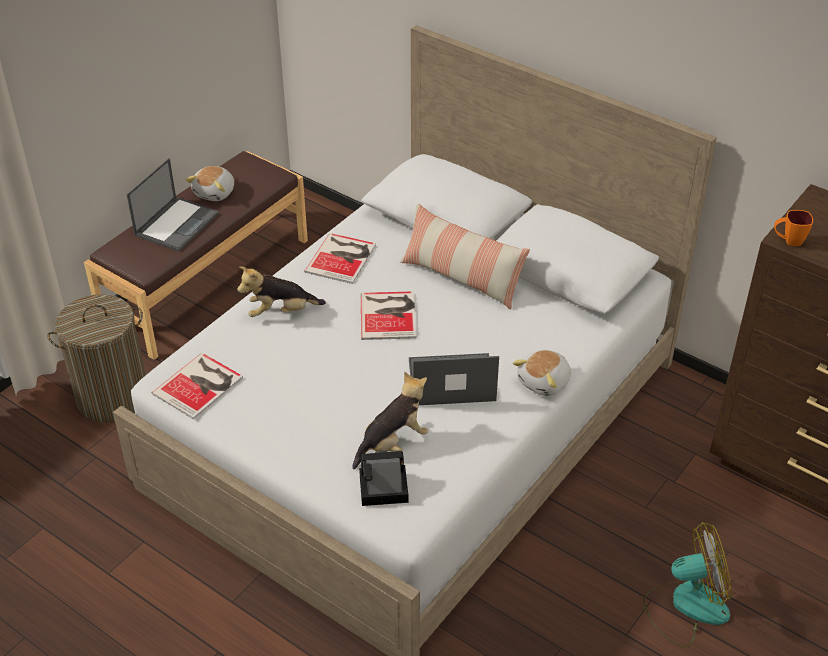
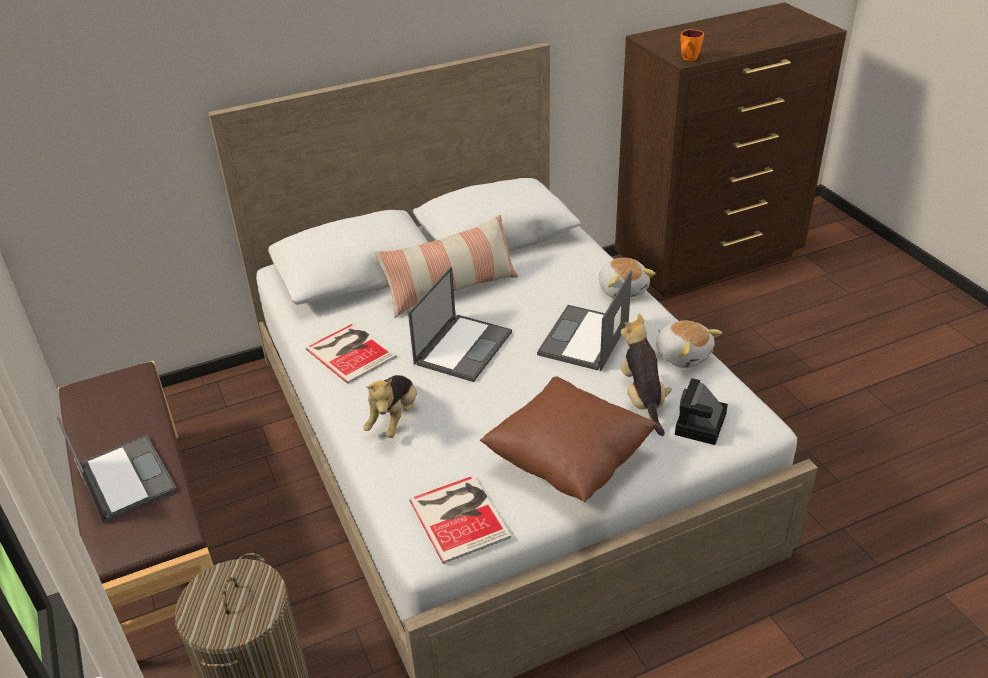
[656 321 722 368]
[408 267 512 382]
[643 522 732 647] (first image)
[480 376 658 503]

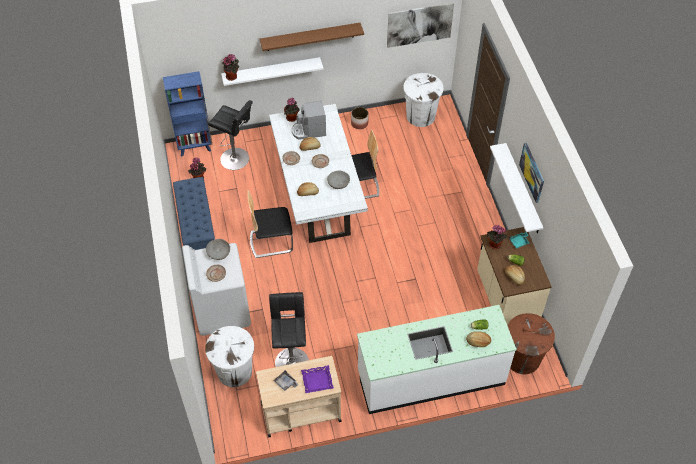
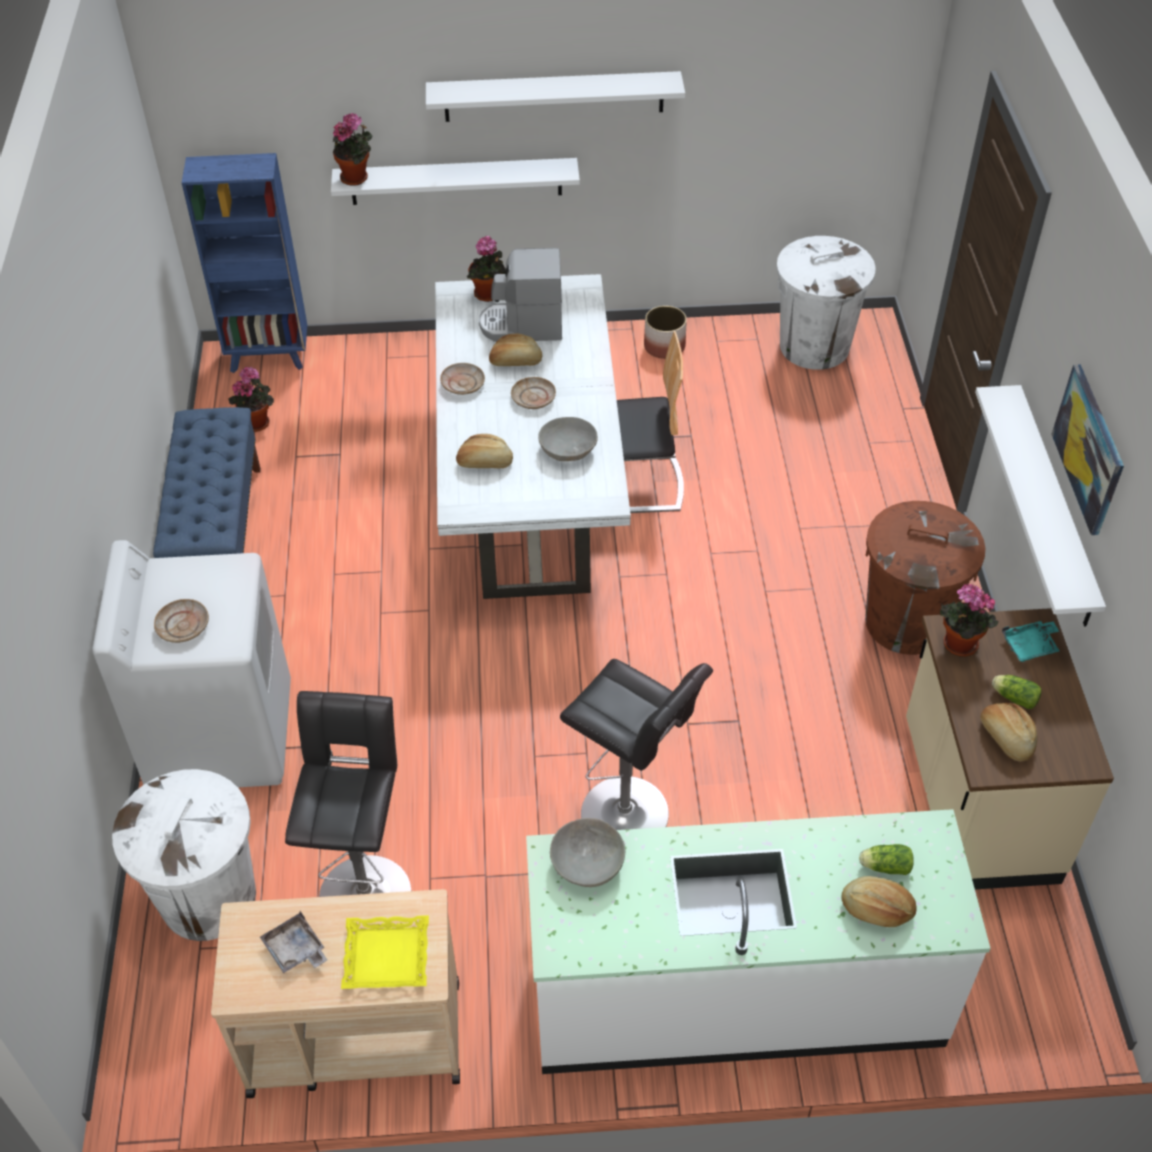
[550 818 625 887]
[560 659 713 830]
[247 190 293 258] (first image)
[426 71 685 122]
[341 915 429 989]
[387 3 454 48] (first image)
[865 501 985 655]

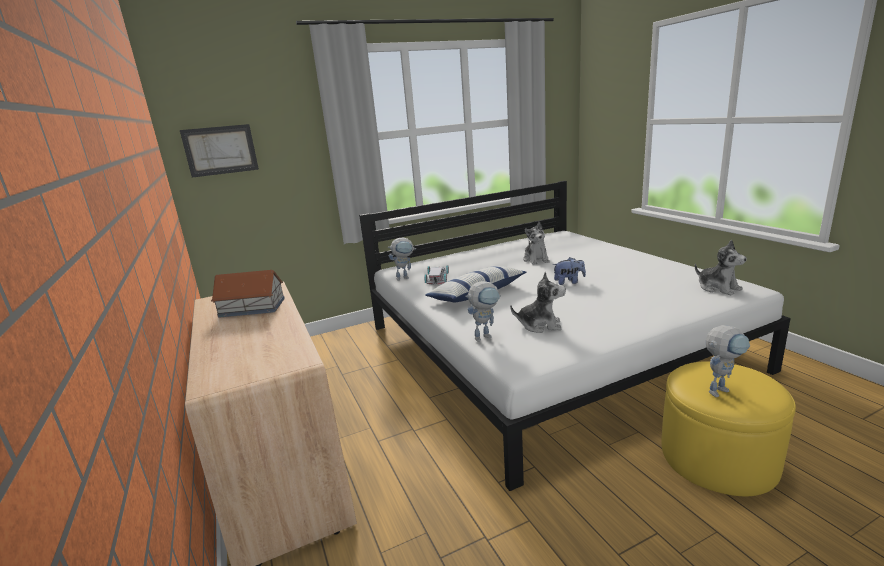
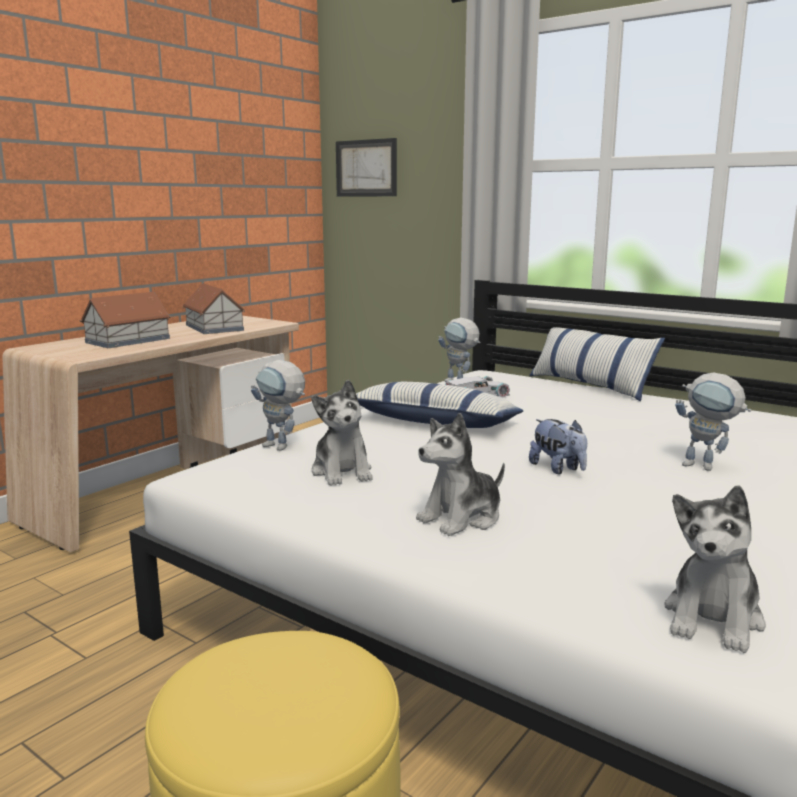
[416 413 505 536]
[675 372 751 471]
[80 292 170 348]
[529 327 665 401]

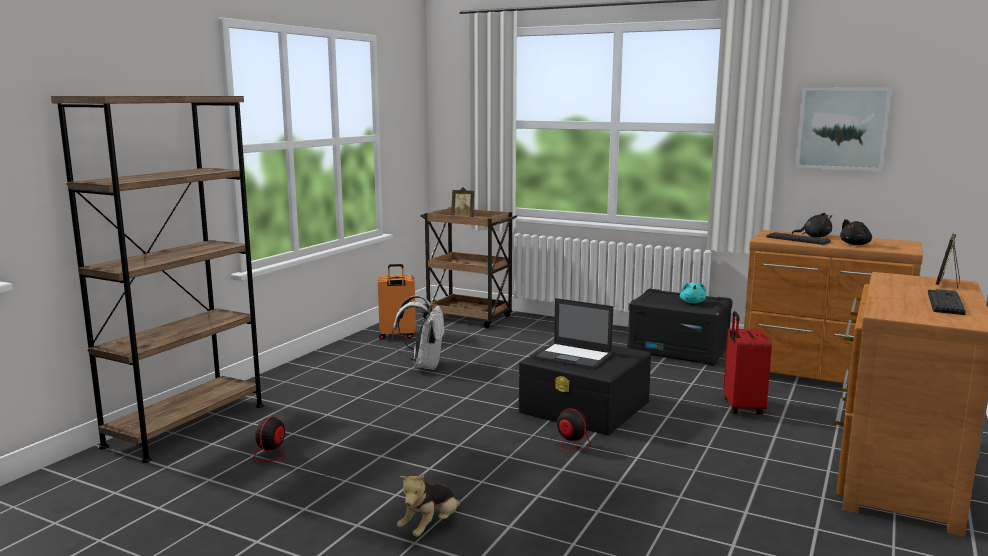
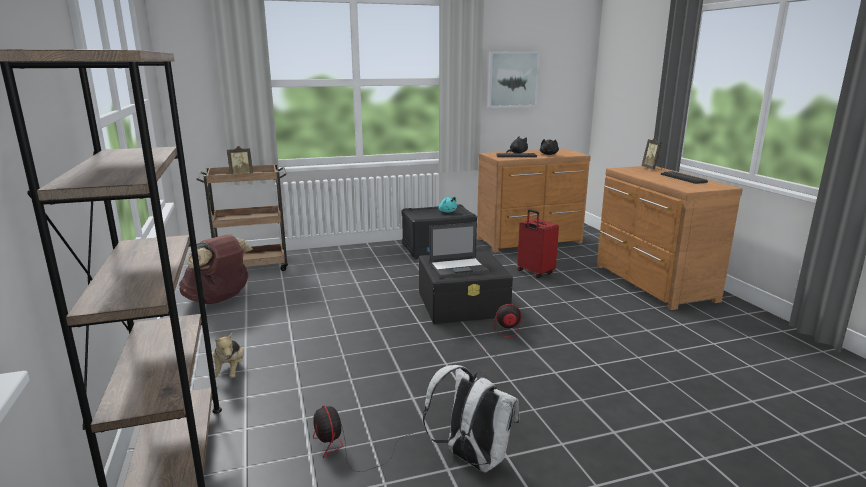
[179 234 253 304]
[423 365 520 472]
[213 333 244 378]

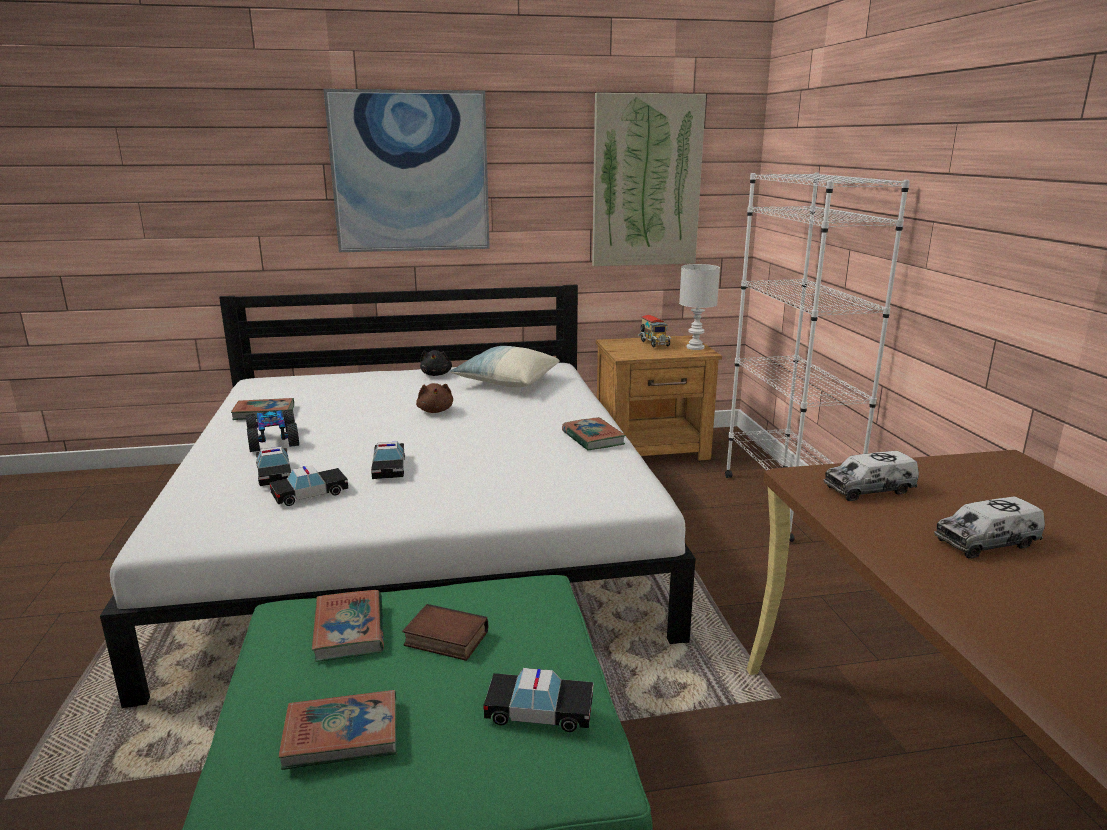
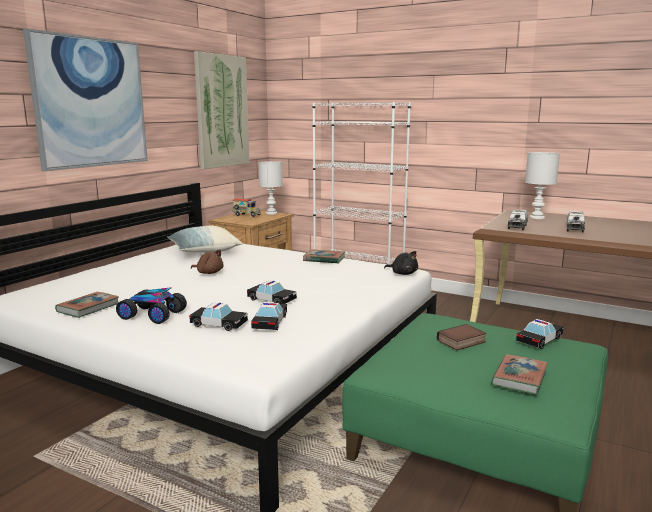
[312 590 384 662] (first image)
[384 251 418 275]
[525 152 560 219]

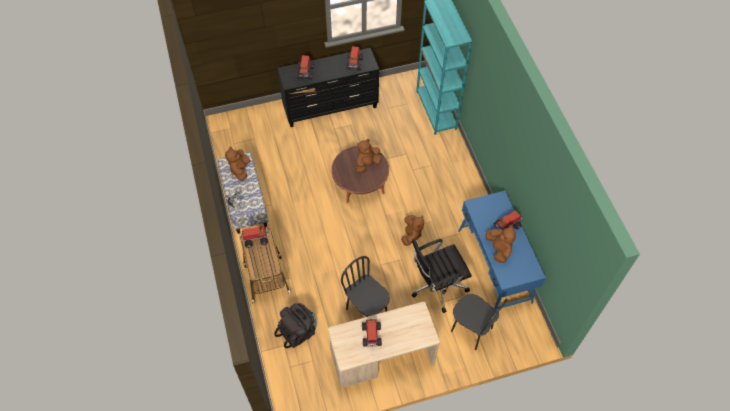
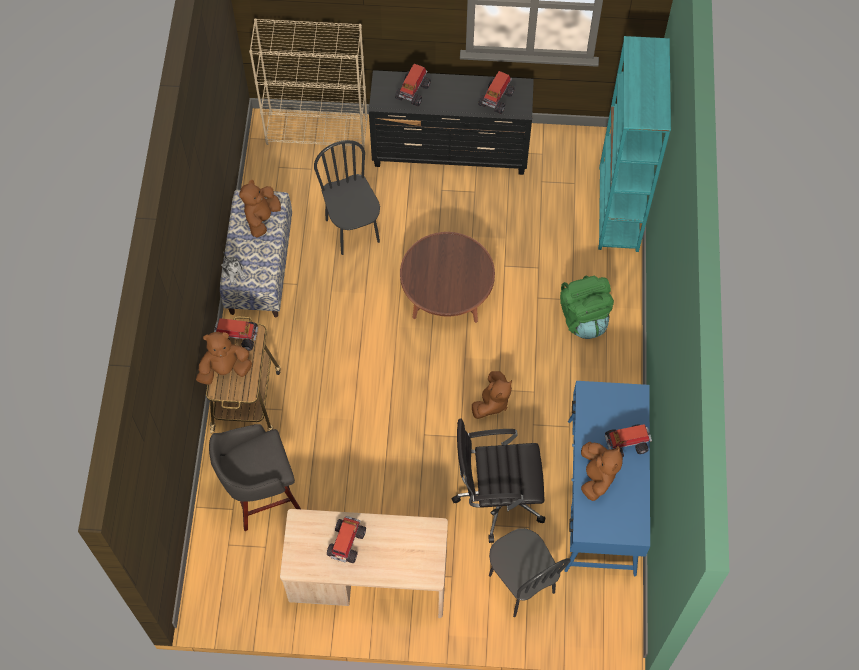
[209 424 301 531]
[314 140 380 255]
[196 332 252 385]
[249 18 368 150]
[560 276 614 339]

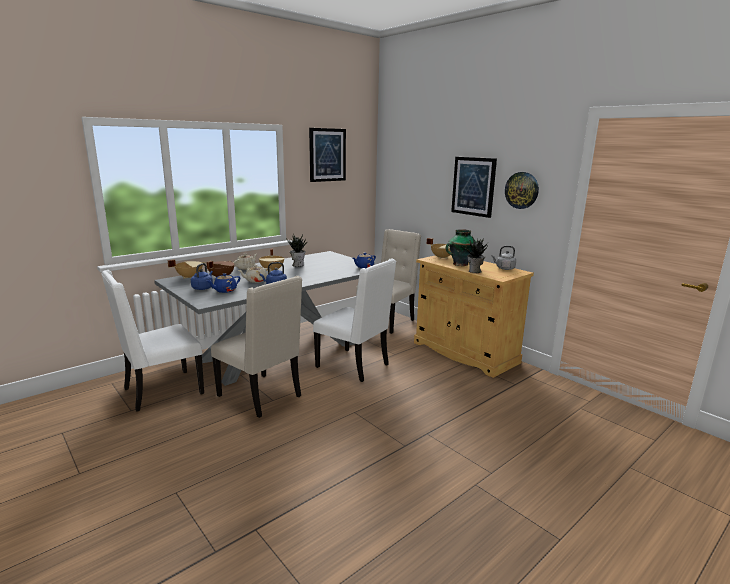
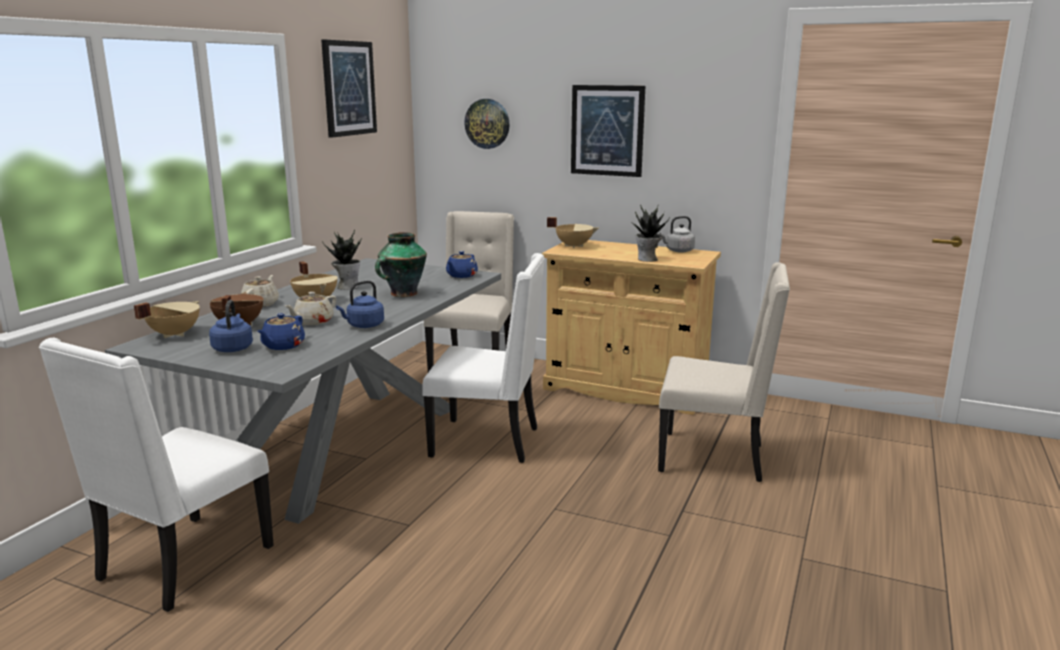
[658 262 790 482]
[375 232 427 297]
[464 99 510 149]

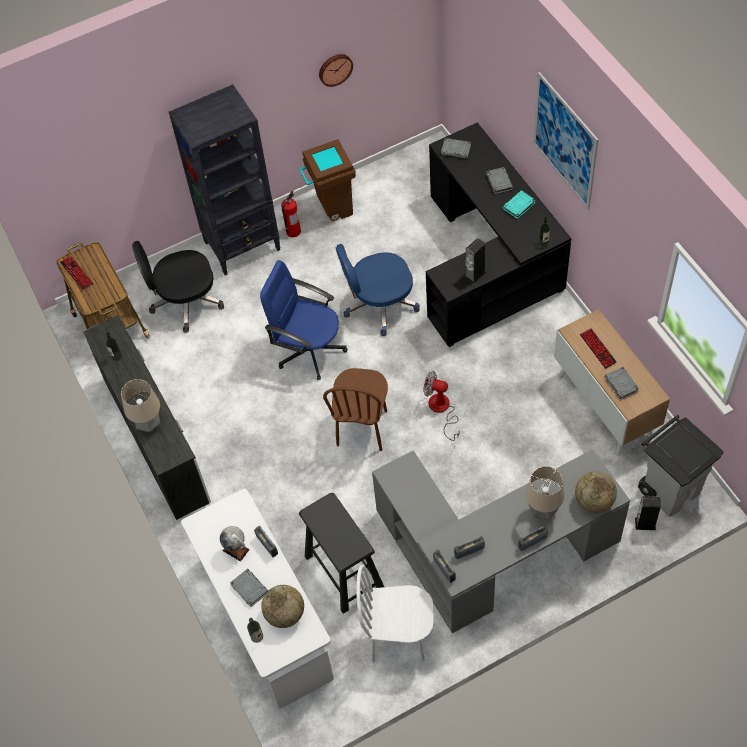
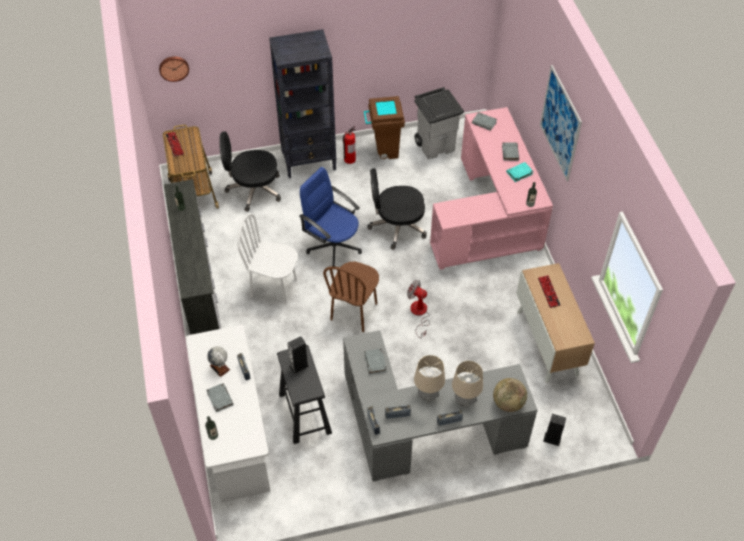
[414 355 445 401]
[261 585 304 628] (first image)
[159 56 189 82]
[367 168 427 250]
[237 213 298 305]
[430 107 553 270]
[288 336 309 374]
[364 348 387 374]
[414 87 464 159]

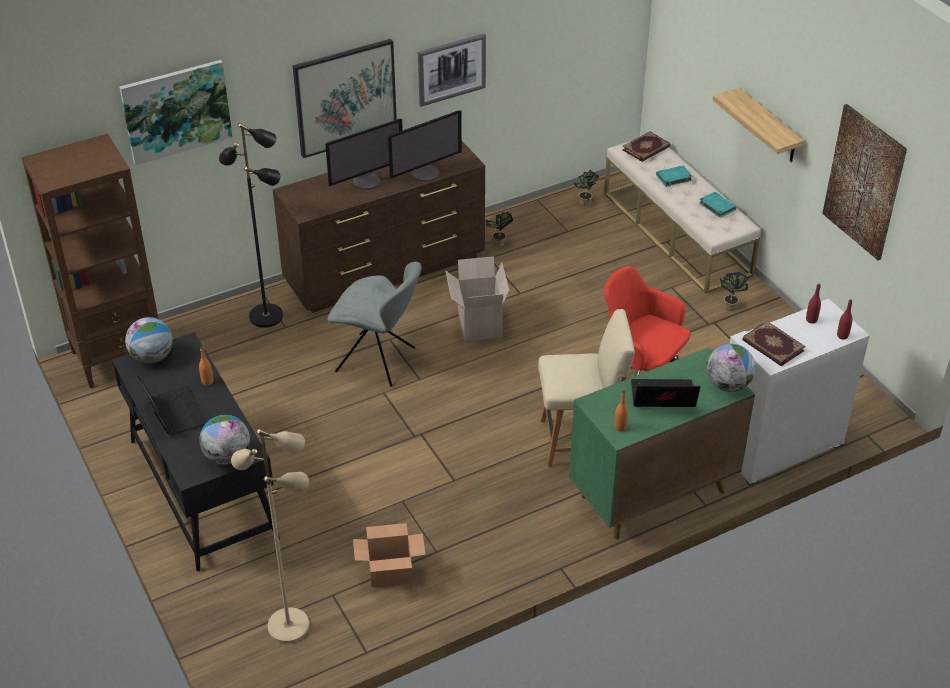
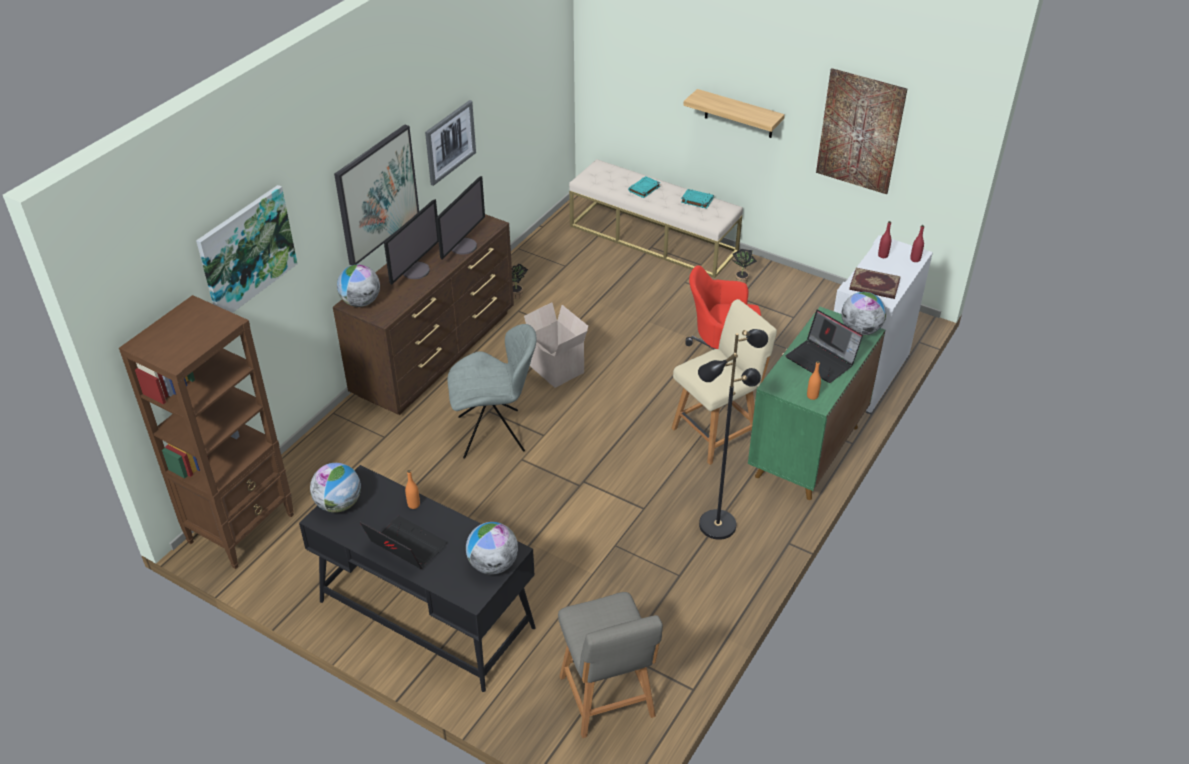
[698 329 768 540]
[558 592 663 738]
[353 523 426 587] (first image)
[573 170 600 206] (first image)
[622 131 670 162] (first image)
[786 310 863 383]
[337 264 380 307]

